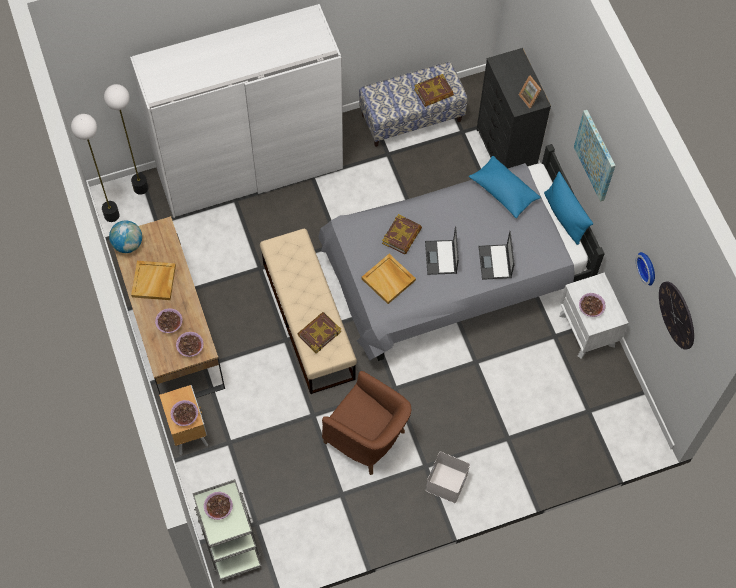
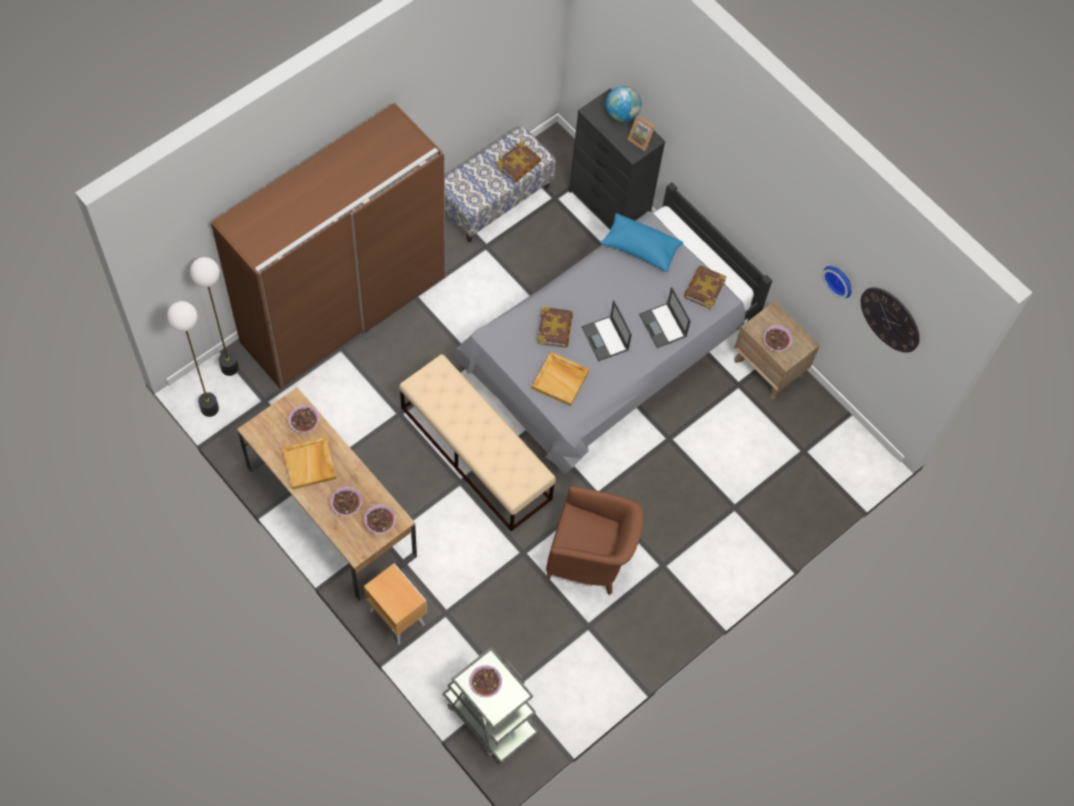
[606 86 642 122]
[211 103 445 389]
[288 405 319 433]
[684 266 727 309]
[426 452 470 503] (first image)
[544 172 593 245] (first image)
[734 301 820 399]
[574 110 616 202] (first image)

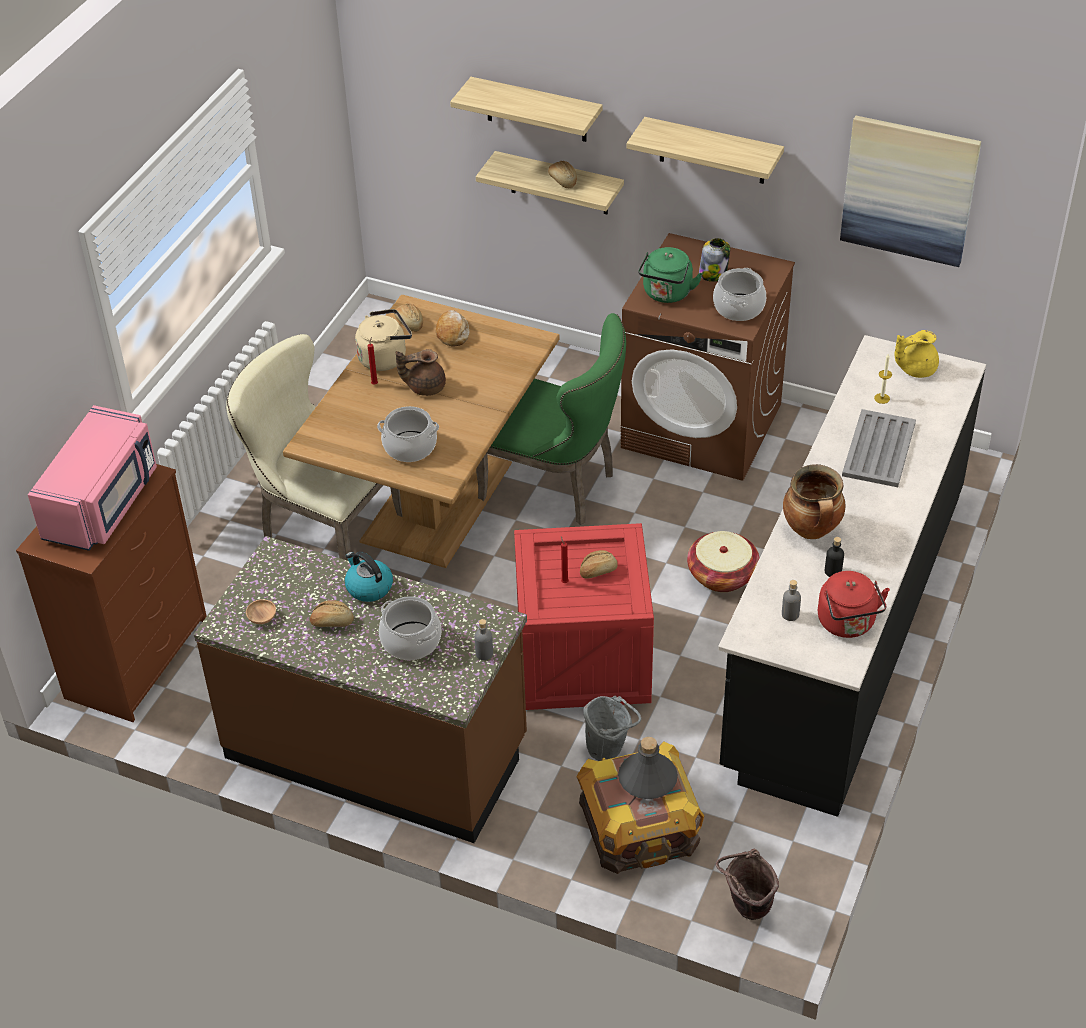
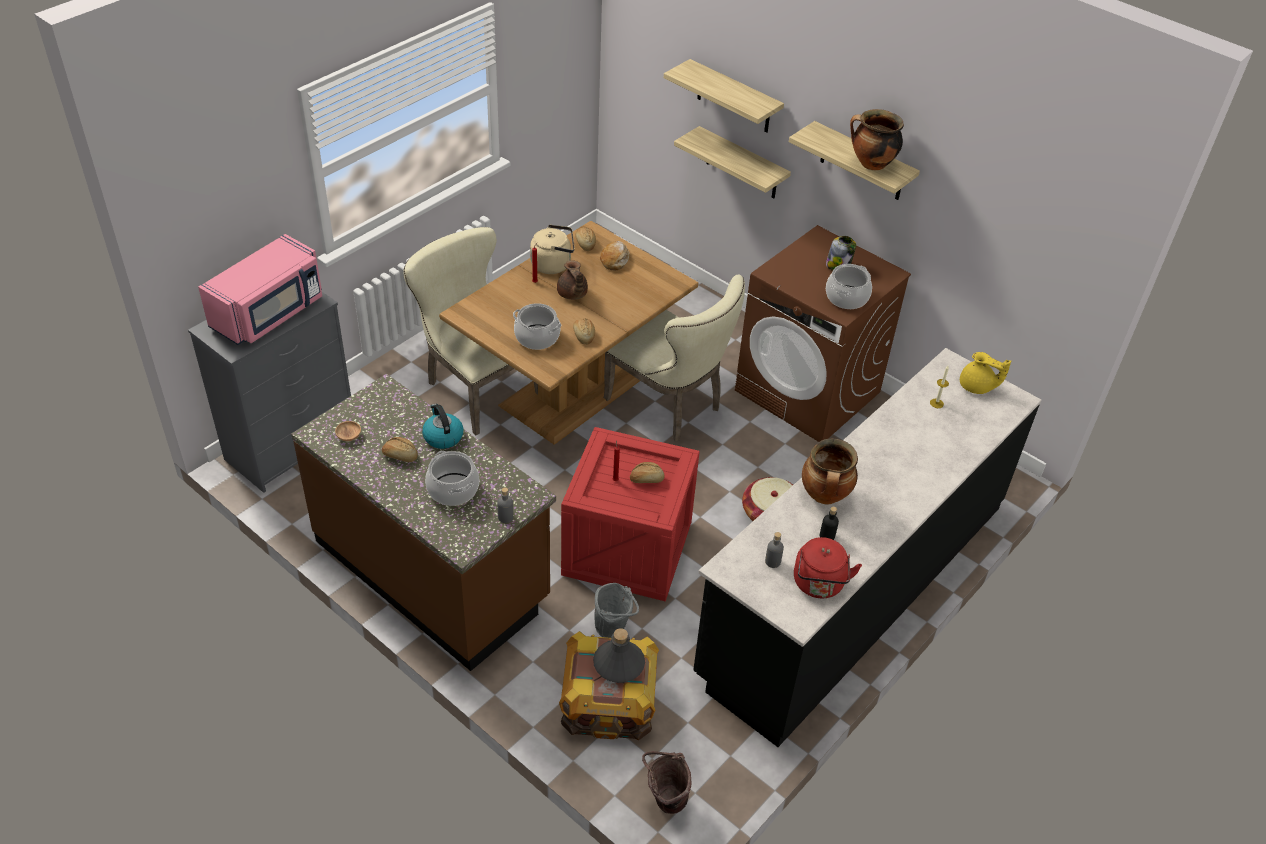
[188 292 351 493]
[557 260 588 300]
[604 274 745 442]
[573 318 595 345]
[638 247 702 303] (first image)
[840 116 981 267] (first image)
[842 409 916 487] (first image)
[960 352 1011 394]
[850 109 904 170]

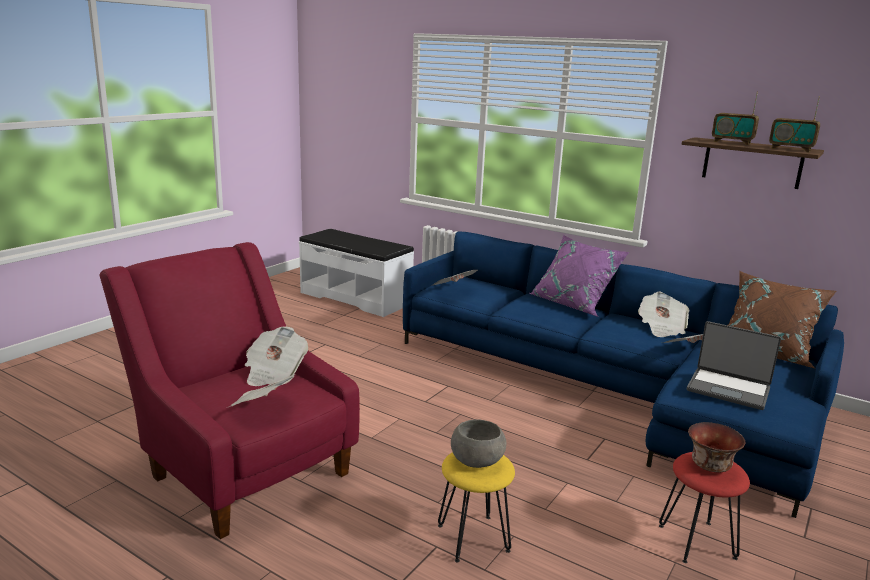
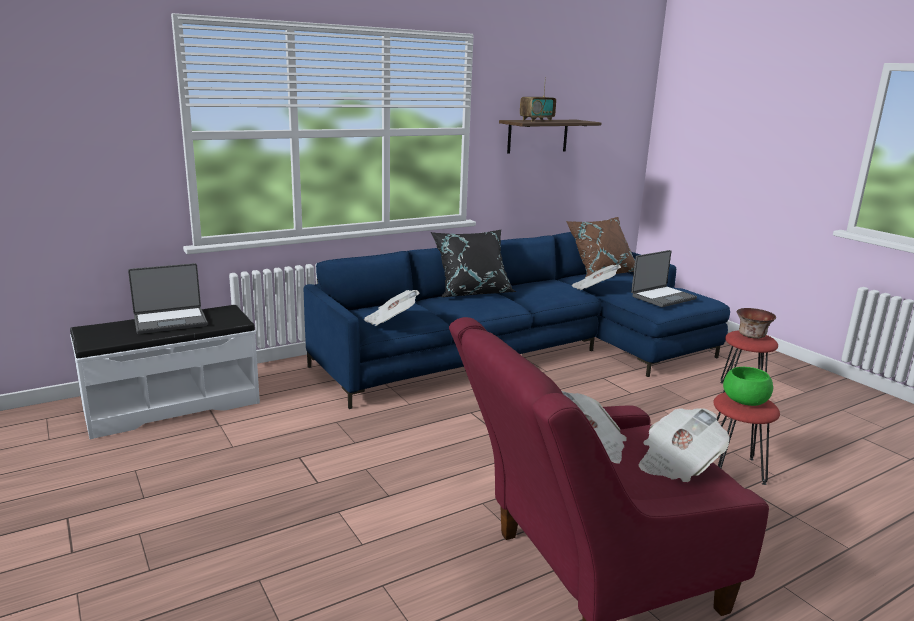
[713 392 780 485]
[723 367 773 406]
[431 230 516 297]
[638 291 689 337] (first image)
[769 96 820 152] (first image)
[128 263 208 334]

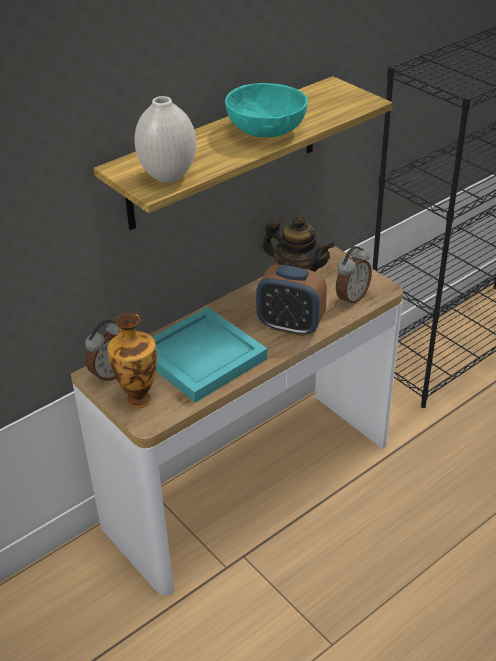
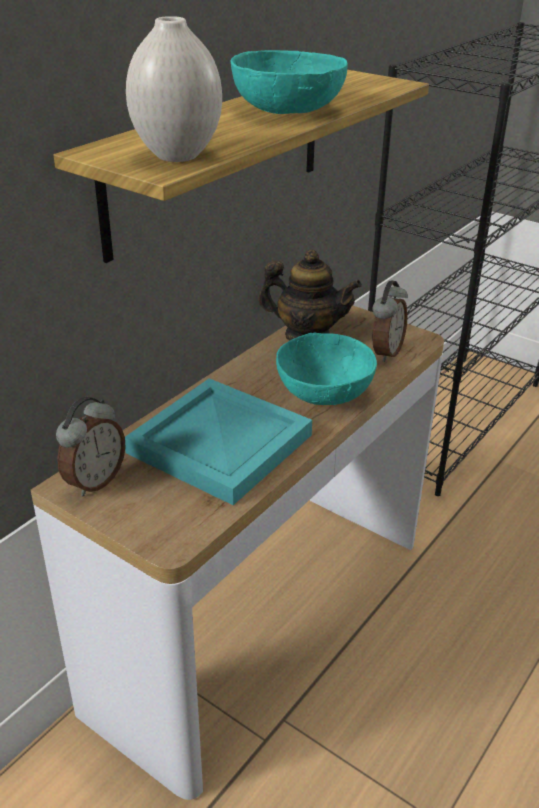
[108 313 157 408] (first image)
[276 333 377 405]

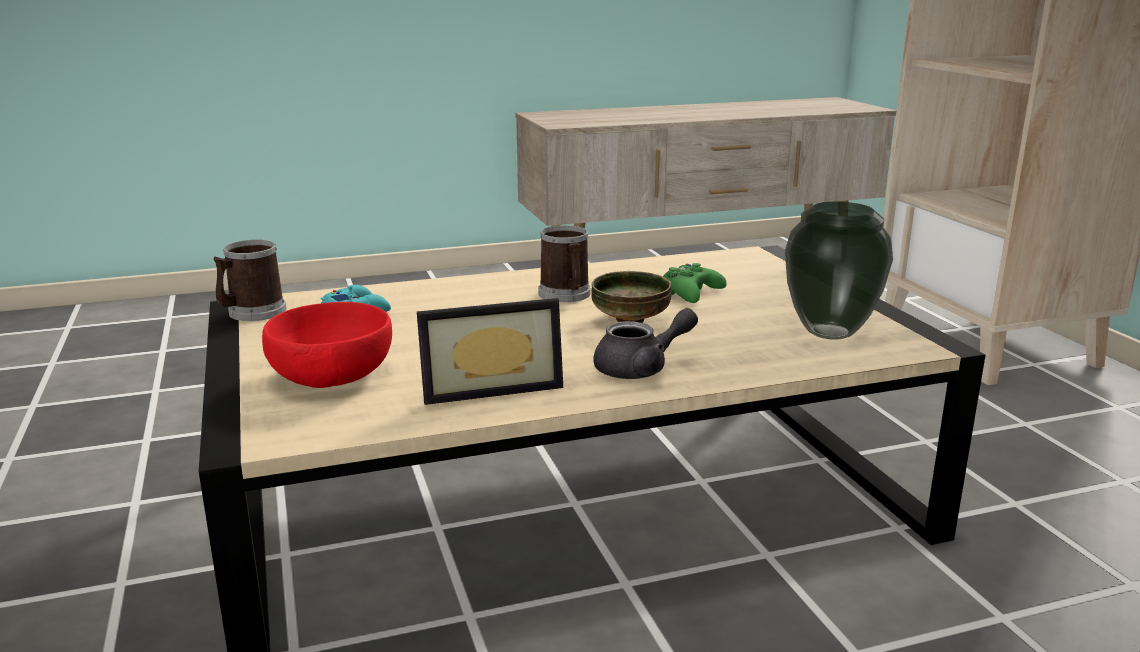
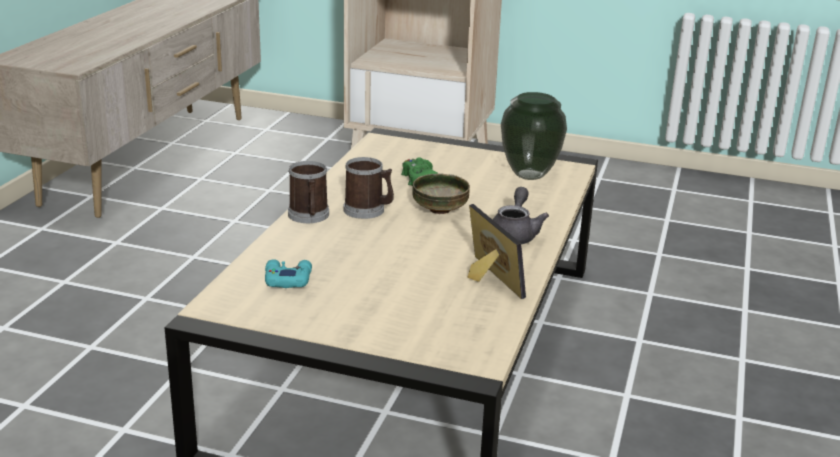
[288 161 329 223]
[262 302 392 388] (first image)
[467 204 526 299]

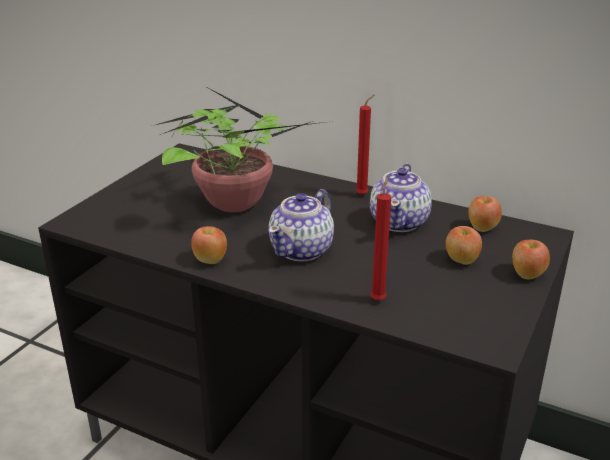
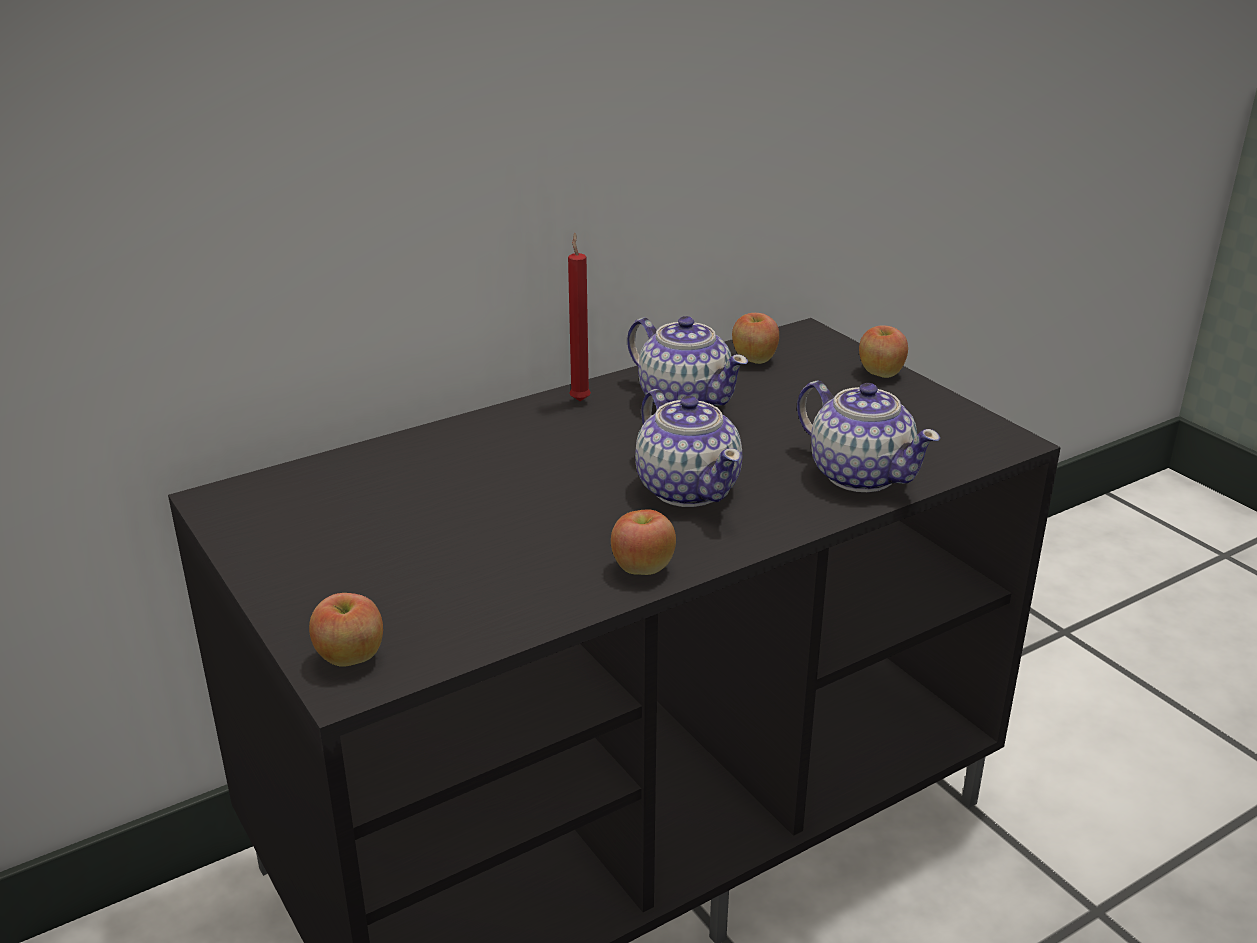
[153 85 325 213] (first image)
[797 381 940 492]
[309 593 383 667]

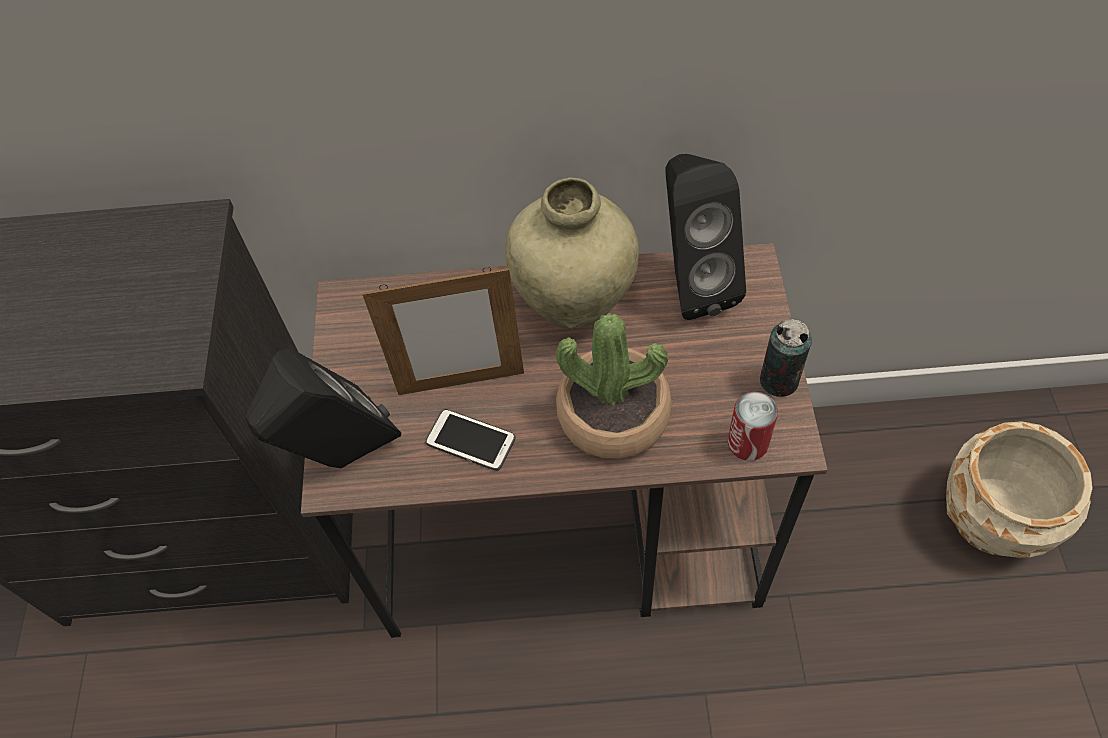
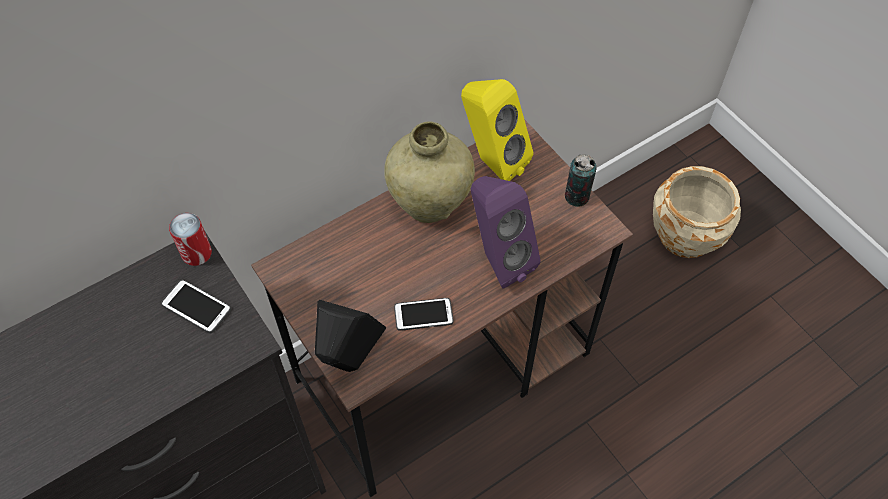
[362 267 524 395] (first image)
[471 176 541 288]
[461 79 533 181]
[169 213 212 266]
[161 280 231 333]

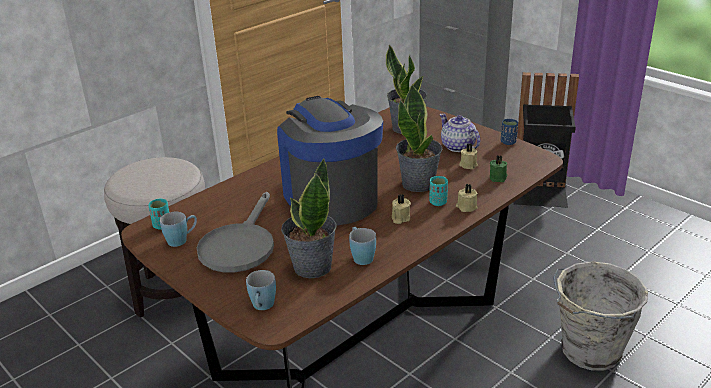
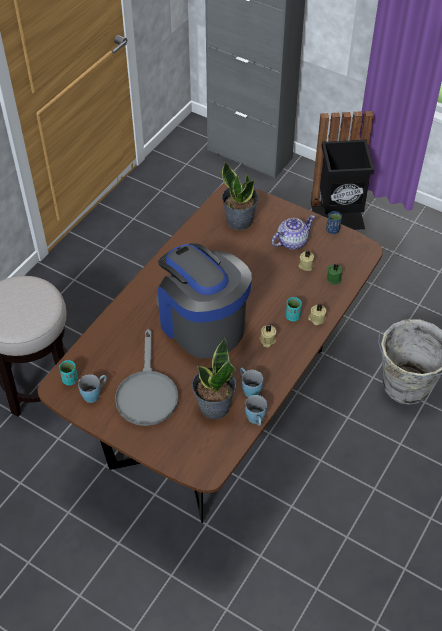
[245 395 267 426]
[396 84 443 192] (first image)
[272 215 315 249]

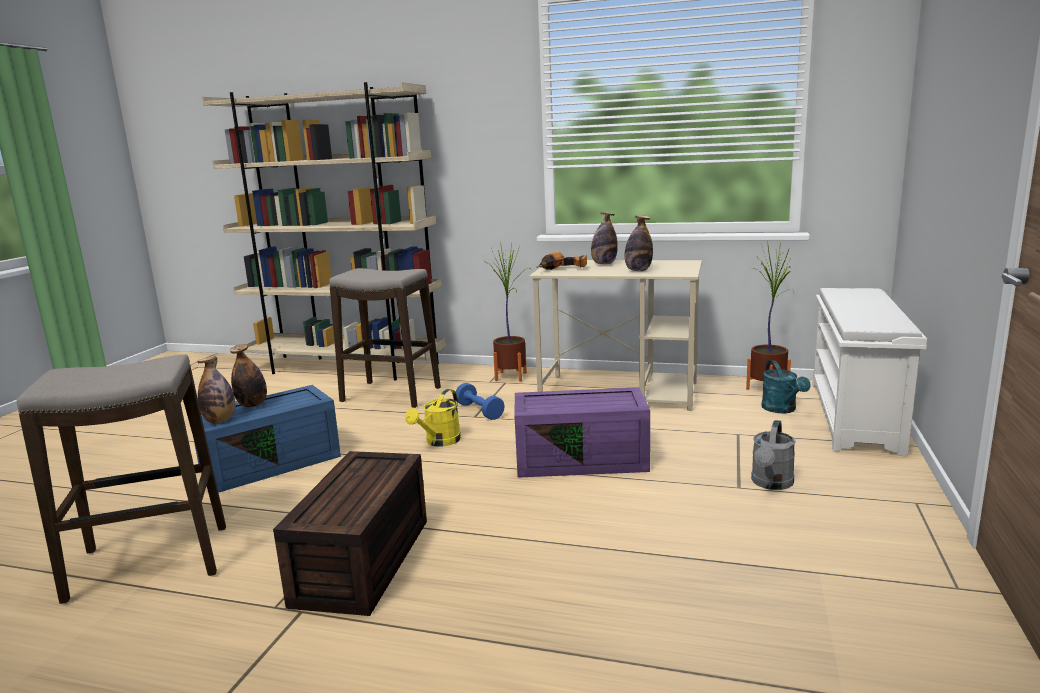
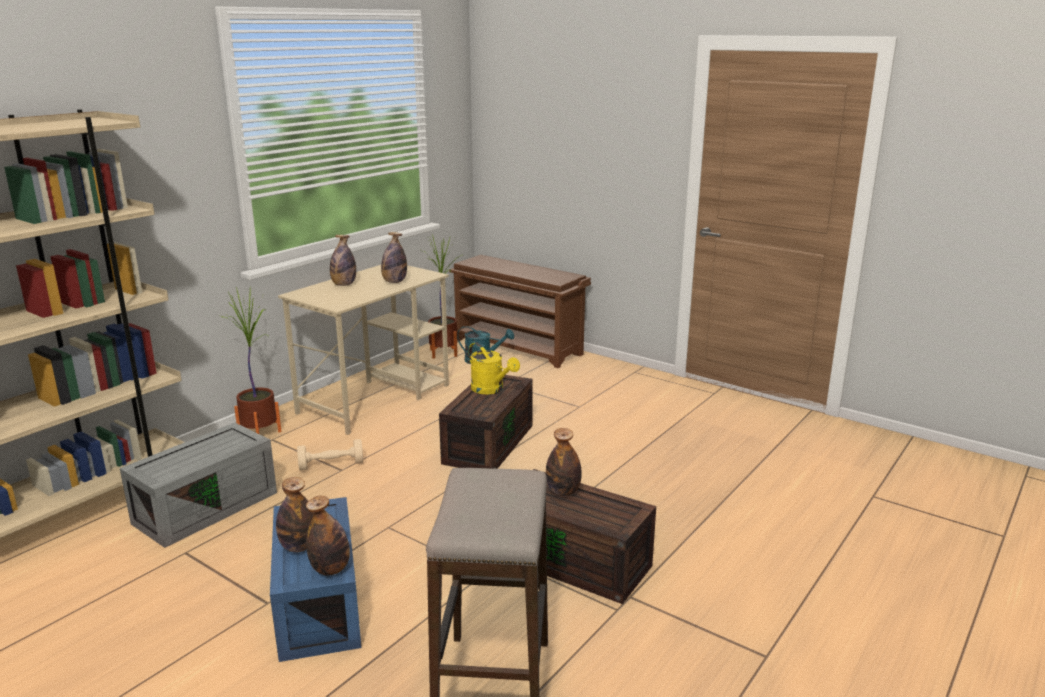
[120 423 277 548]
[469 342 520 395]
[297 439 363 471]
[439 375 533 469]
[537 252 587 270] (first image)
[751 420 796 490] (first image)
[449 255 591 368]
[546 428 582 496]

